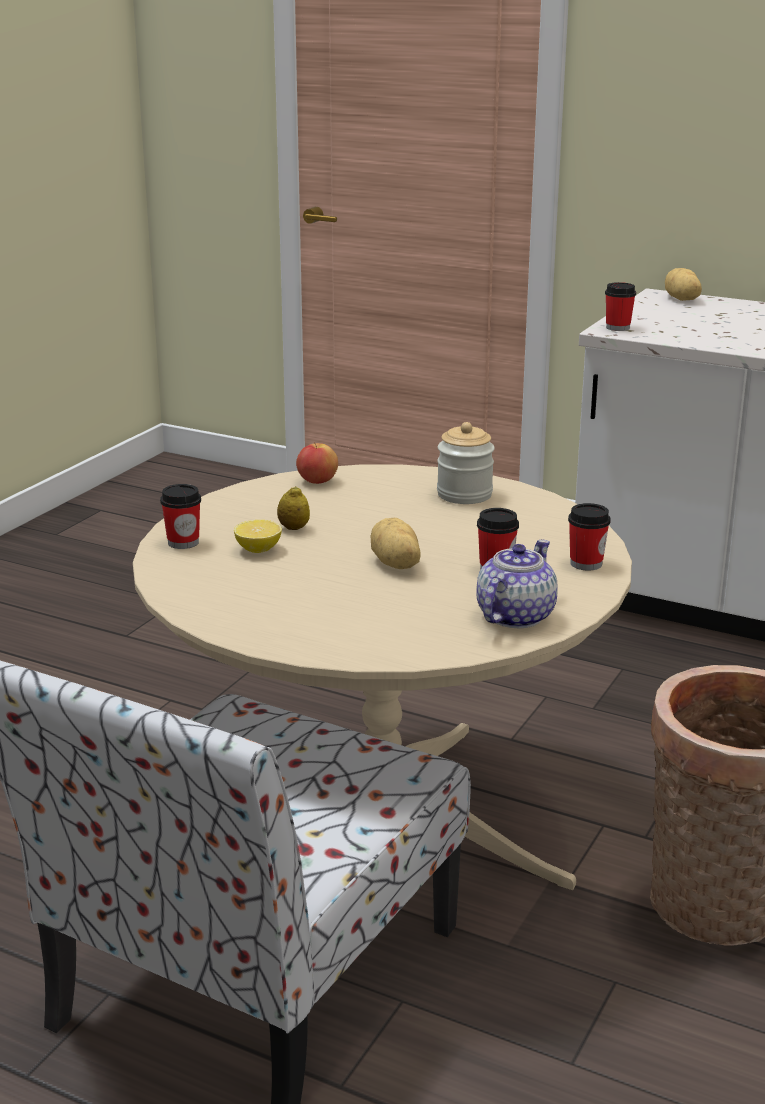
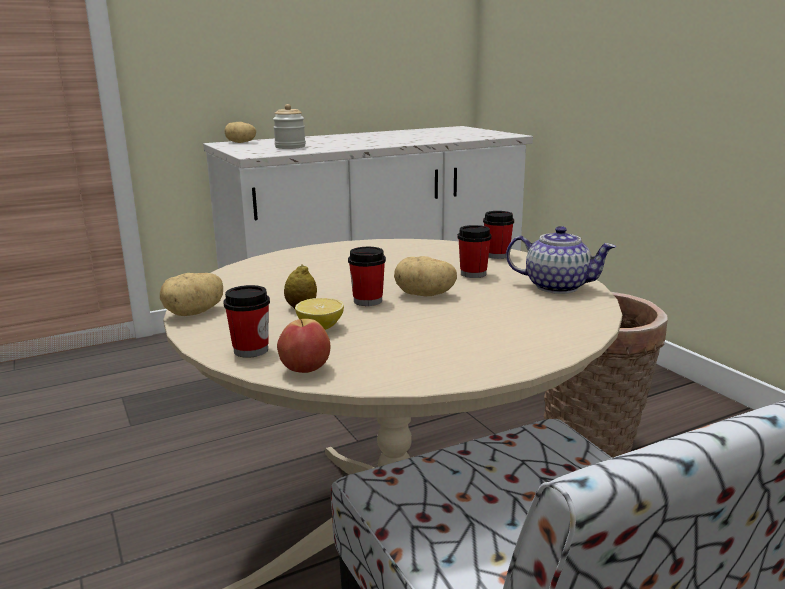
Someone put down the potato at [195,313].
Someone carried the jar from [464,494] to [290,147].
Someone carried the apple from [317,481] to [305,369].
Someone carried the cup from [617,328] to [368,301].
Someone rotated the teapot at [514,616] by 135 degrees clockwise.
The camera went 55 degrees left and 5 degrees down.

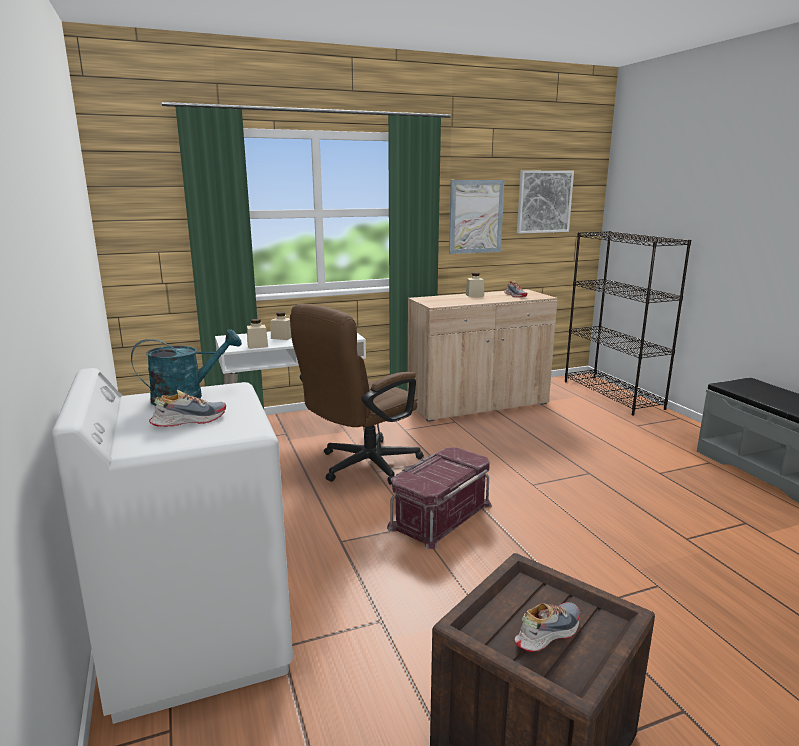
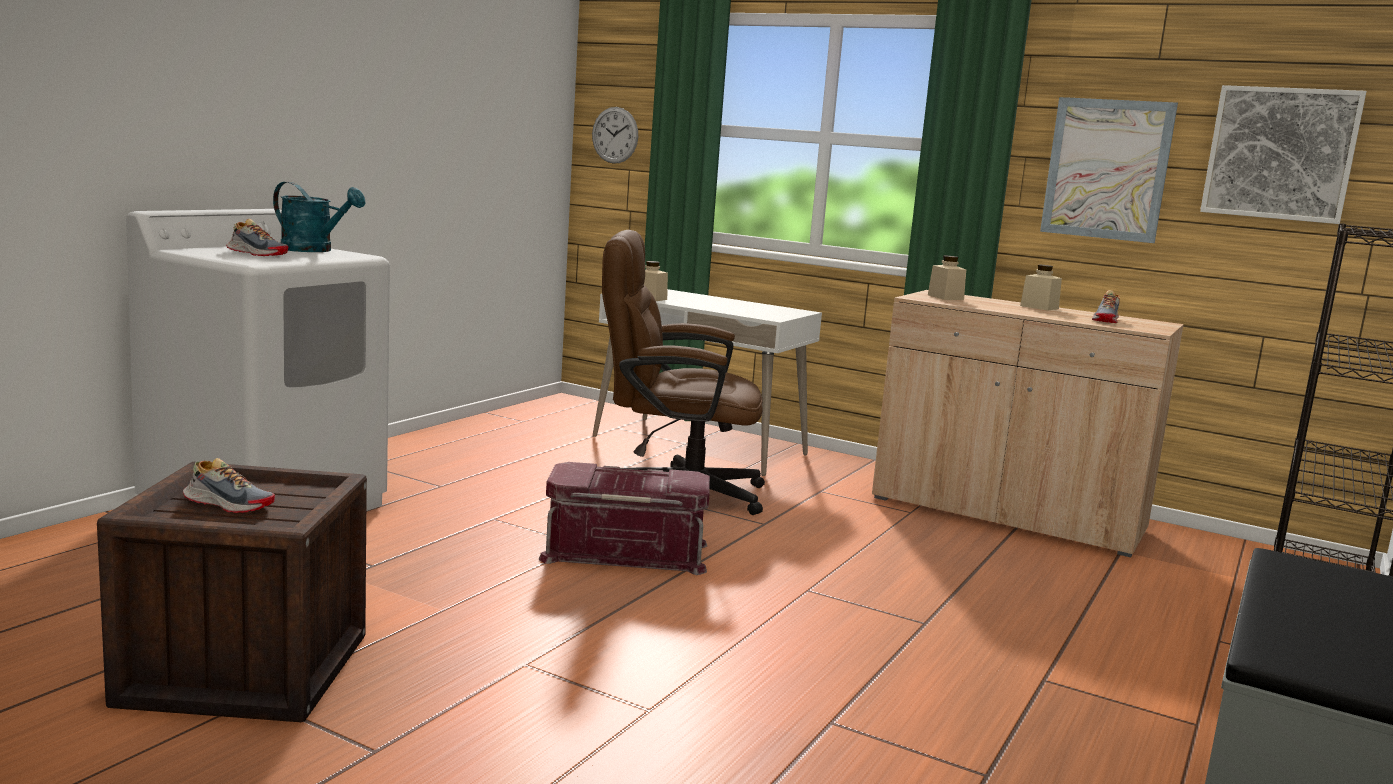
Someone put up the wall clock at [615,135].
Someone carried the beige jar from [282,337] to [945,297].
The camera went 50 degrees right and 5 degrees down.

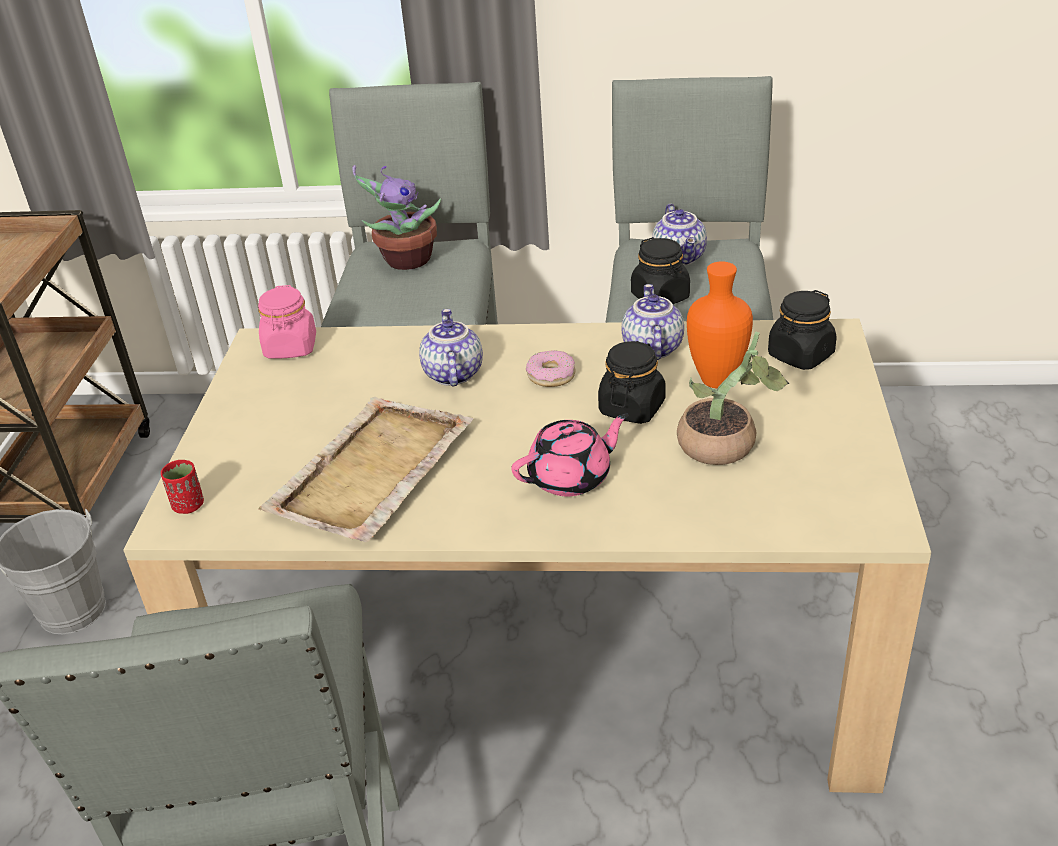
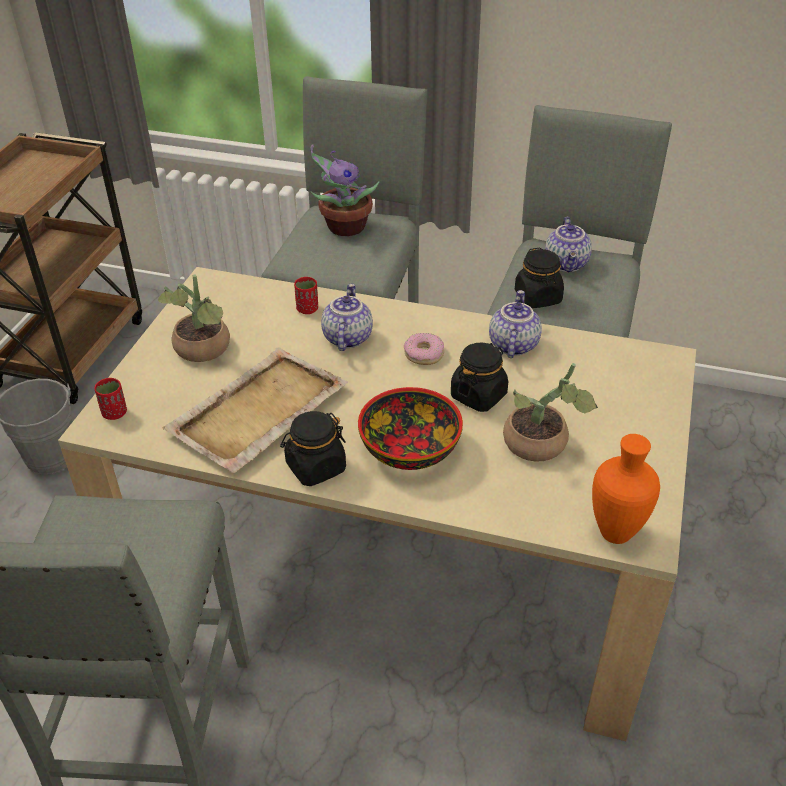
Someone put down the potted plant at [203,352].
Someone carried the black jar from [800,355] to [315,467].
Someone put down the red cup at [307,309].
Someone swapped the pink teapot at [571,477] for the bowl at [410,448].
Someone carried the orange vase from [718,381] to [617,535].
Someone took away the pink jar at [291,347].
The camera went 10 degrees right and 5 degrees up.

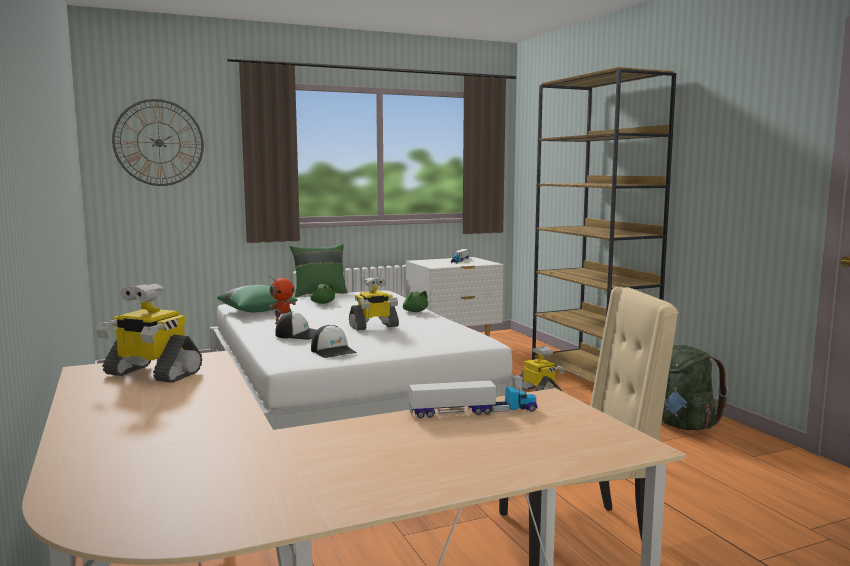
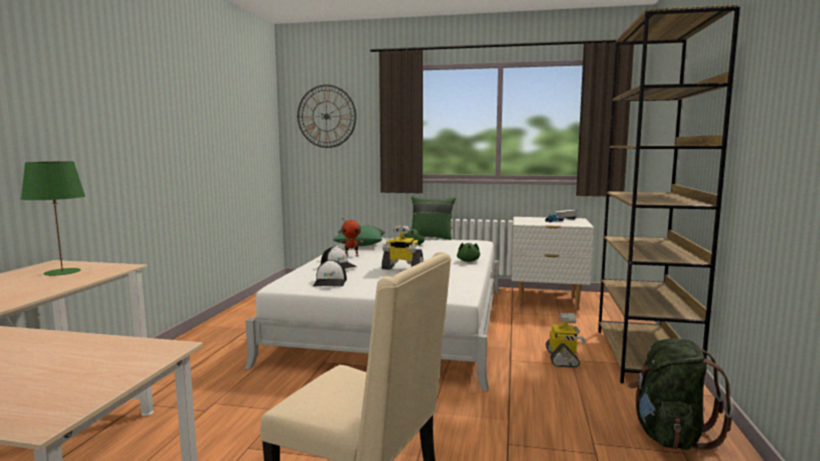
Someone swapped the toy robot at [151,374] for the green table lamp at [63,272].
Someone took away the toy truck at [473,412].
The camera went 35 degrees right and 0 degrees up.

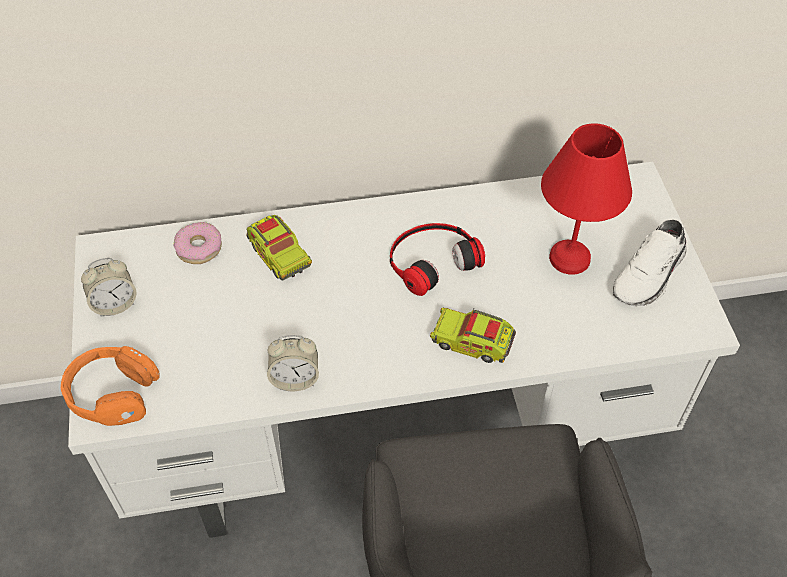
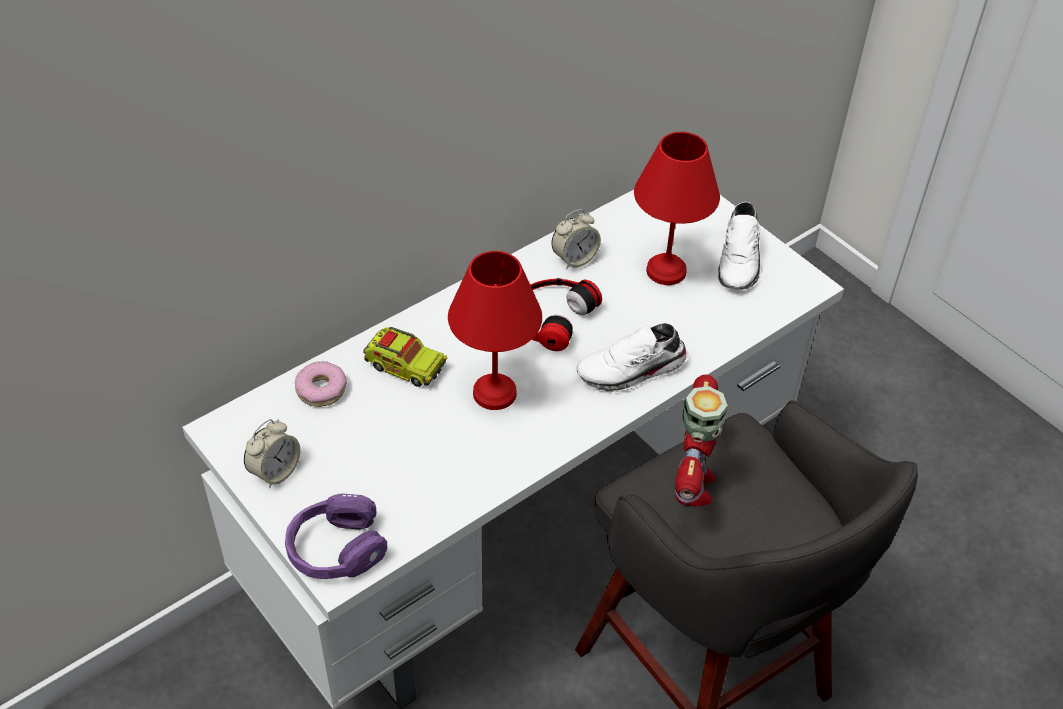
Someone repainted the orange headphones at [112,394], which became the purple headphones at [336,549].
Someone put down the red table lamp at [492,393].
Someone carried the alarm clock from [295,379] to [574,259].
Someone swapped the toy truck at [472,342] for the white shoe at [632,371].
Someone put down the toy robot at [692,486].
The camera went 30 degrees left and 5 degrees down.

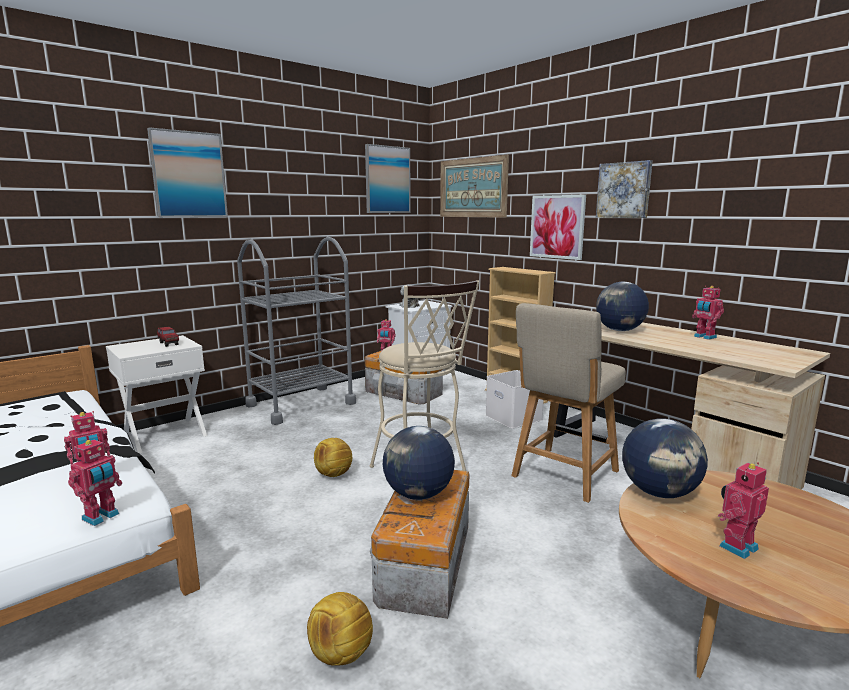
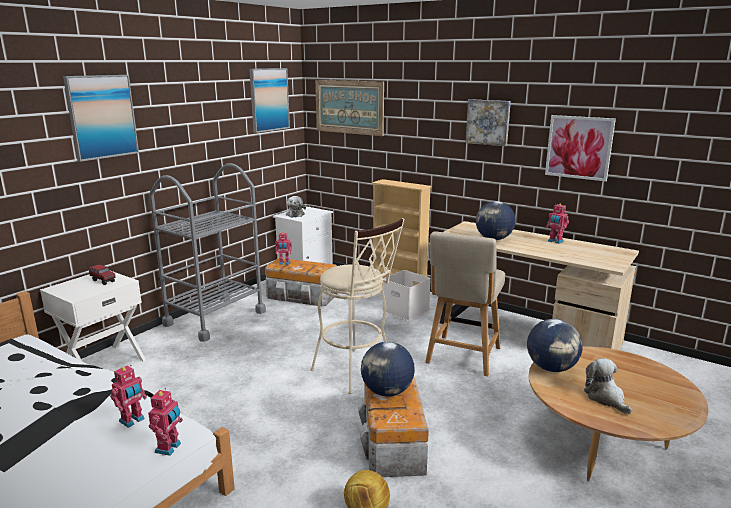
Someone carried the picture from [557,227] to [579,147].
Someone swapped the toy robot at [736,546] for the plush toy at [605,398].
Someone took away the football at [333,474].
The camera went 15 degrees left and 5 degrees up.

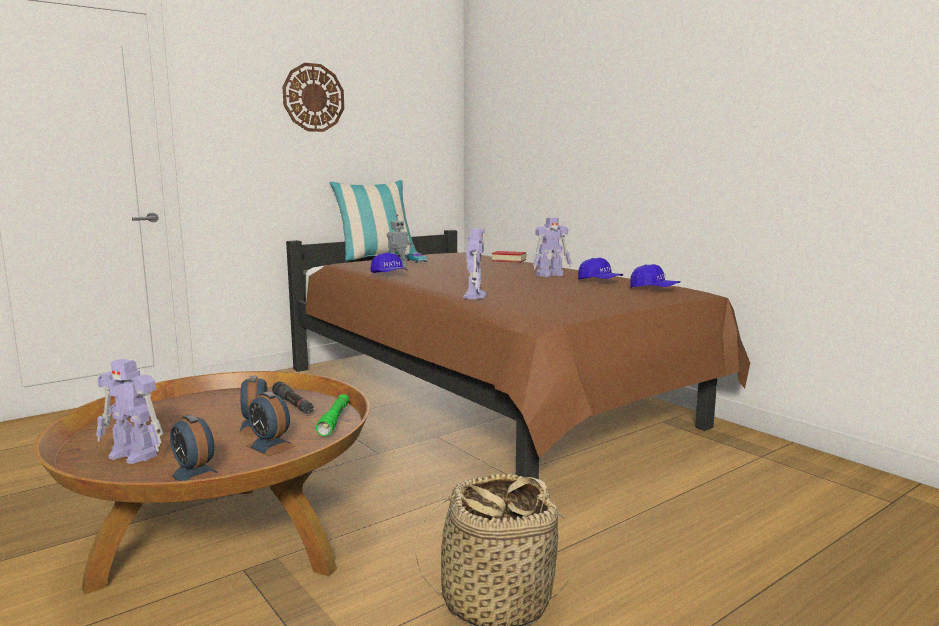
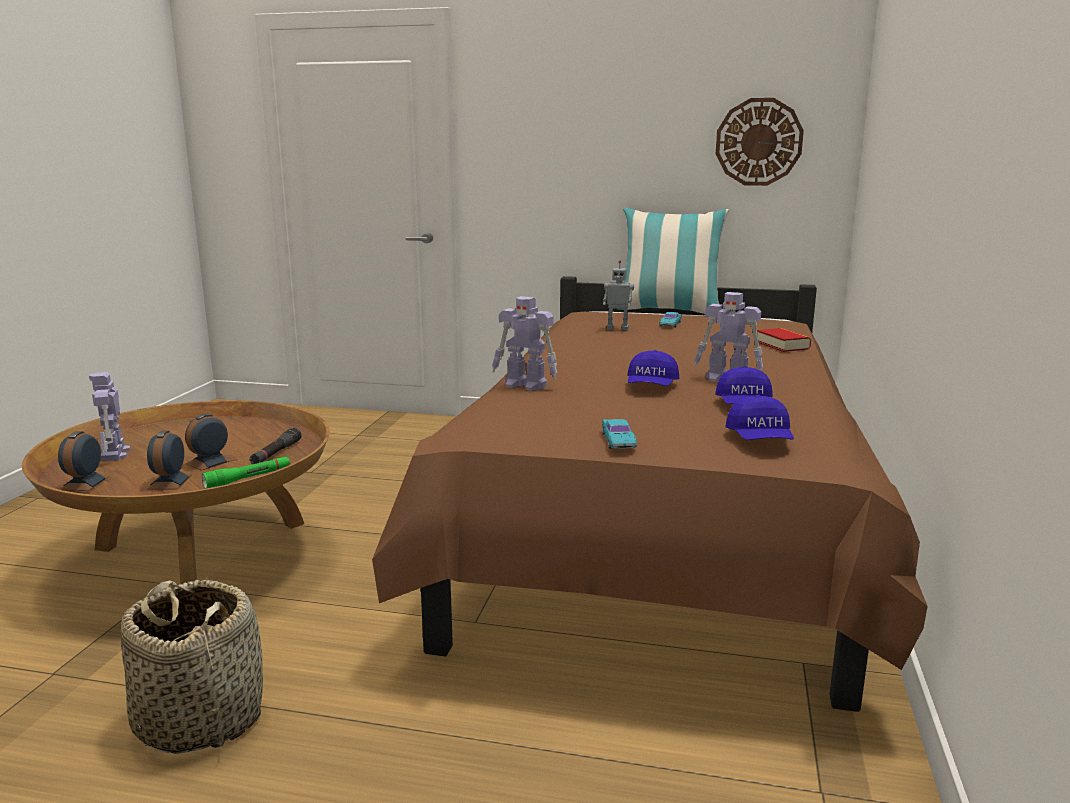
Someone rotated the toy robot at [475,296] by 60 degrees clockwise.
Someone put down the turquoise toy car at [618,440].
Someone carried the blue cap from [389,275] to [651,386].
Someone carried the wall clock from [313,97] to [758,142].
The camera went 50 degrees right and 5 degrees up.

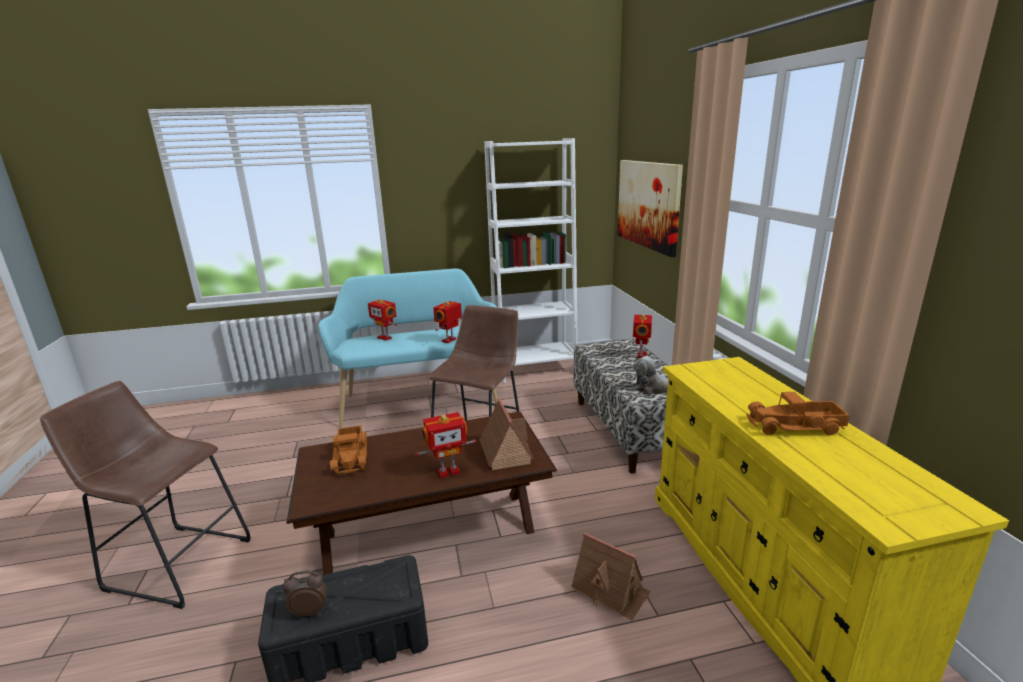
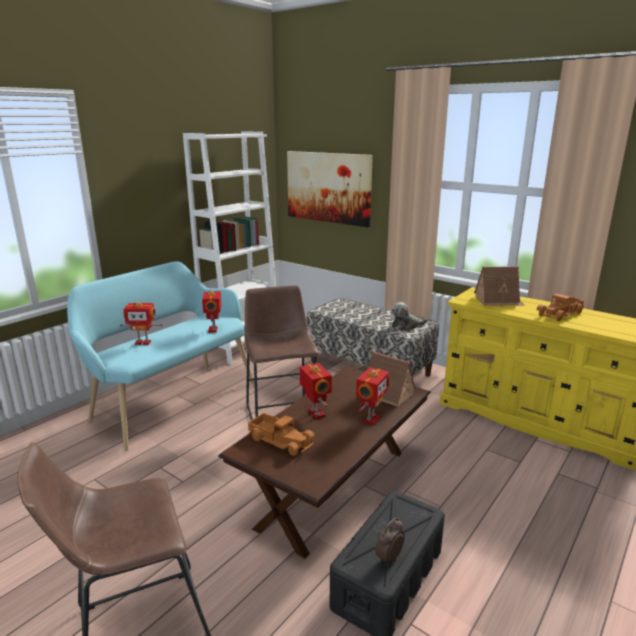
Someone carried the toy robot from [641,355] to [315,414].
Someone carried the toy house from [610,590] to [498,301].
The camera went 40 degrees left and 0 degrees up.

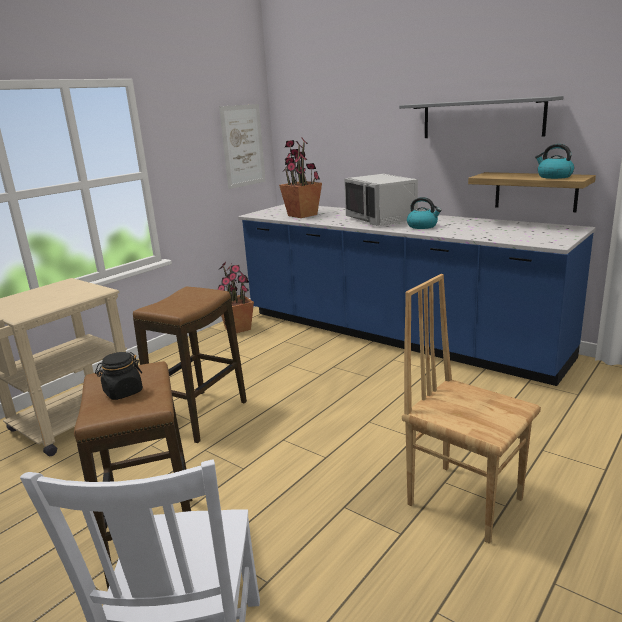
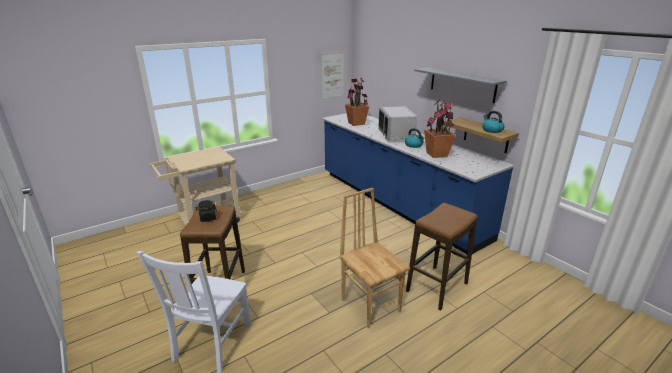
Someone carried the stool from [200,416] to [437,287].
Someone carried the potted plant from [238,328] to [437,154].
The camera went 15 degrees right and 5 degrees up.

